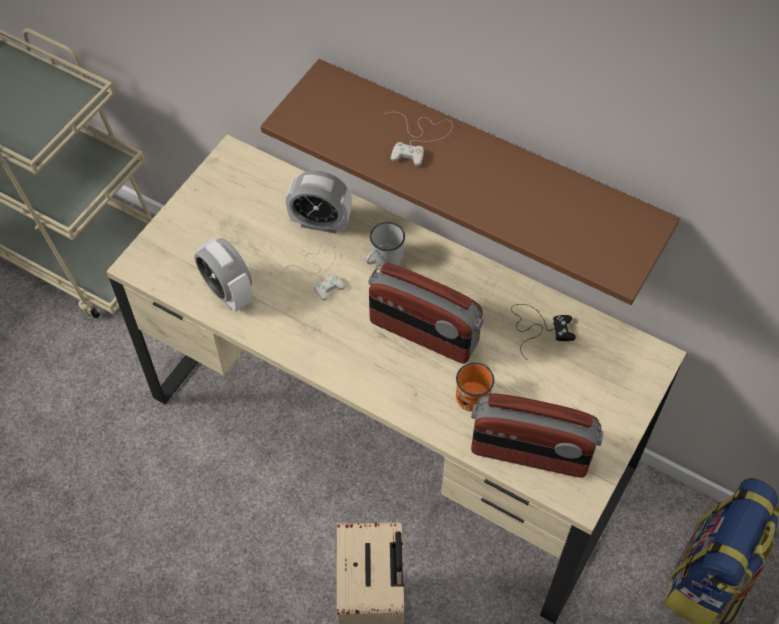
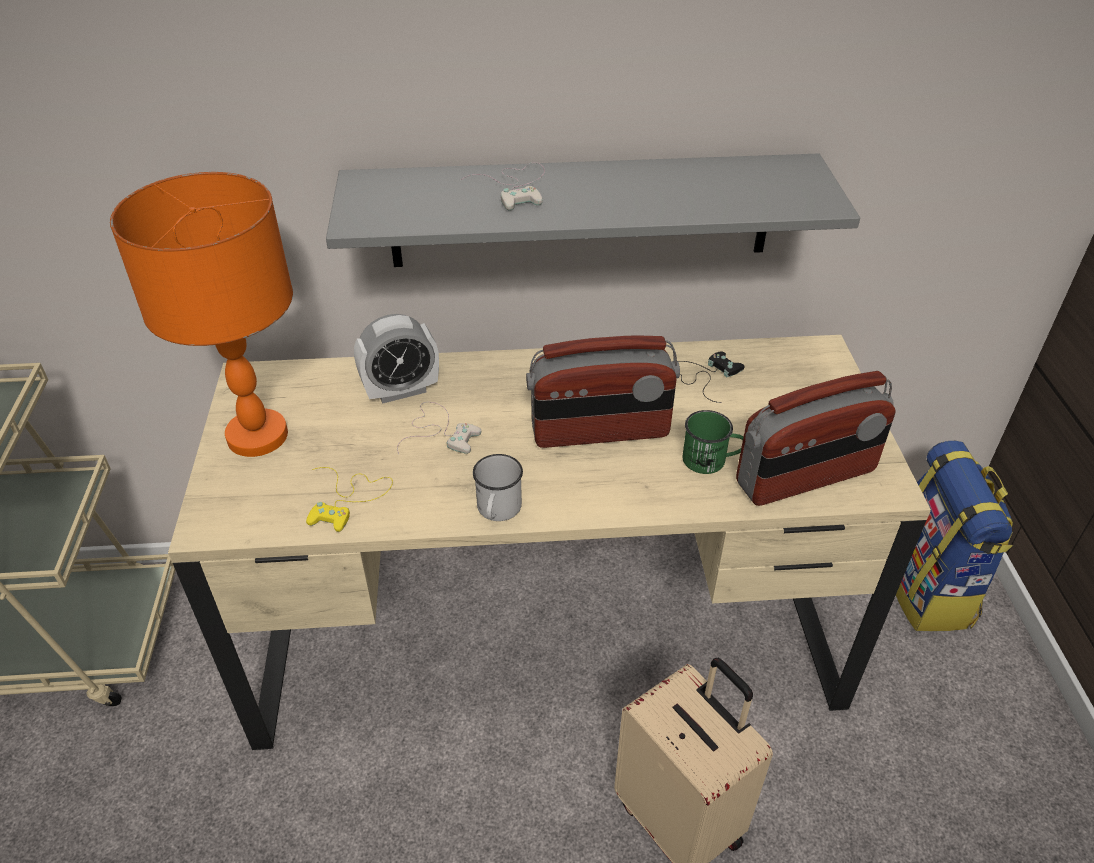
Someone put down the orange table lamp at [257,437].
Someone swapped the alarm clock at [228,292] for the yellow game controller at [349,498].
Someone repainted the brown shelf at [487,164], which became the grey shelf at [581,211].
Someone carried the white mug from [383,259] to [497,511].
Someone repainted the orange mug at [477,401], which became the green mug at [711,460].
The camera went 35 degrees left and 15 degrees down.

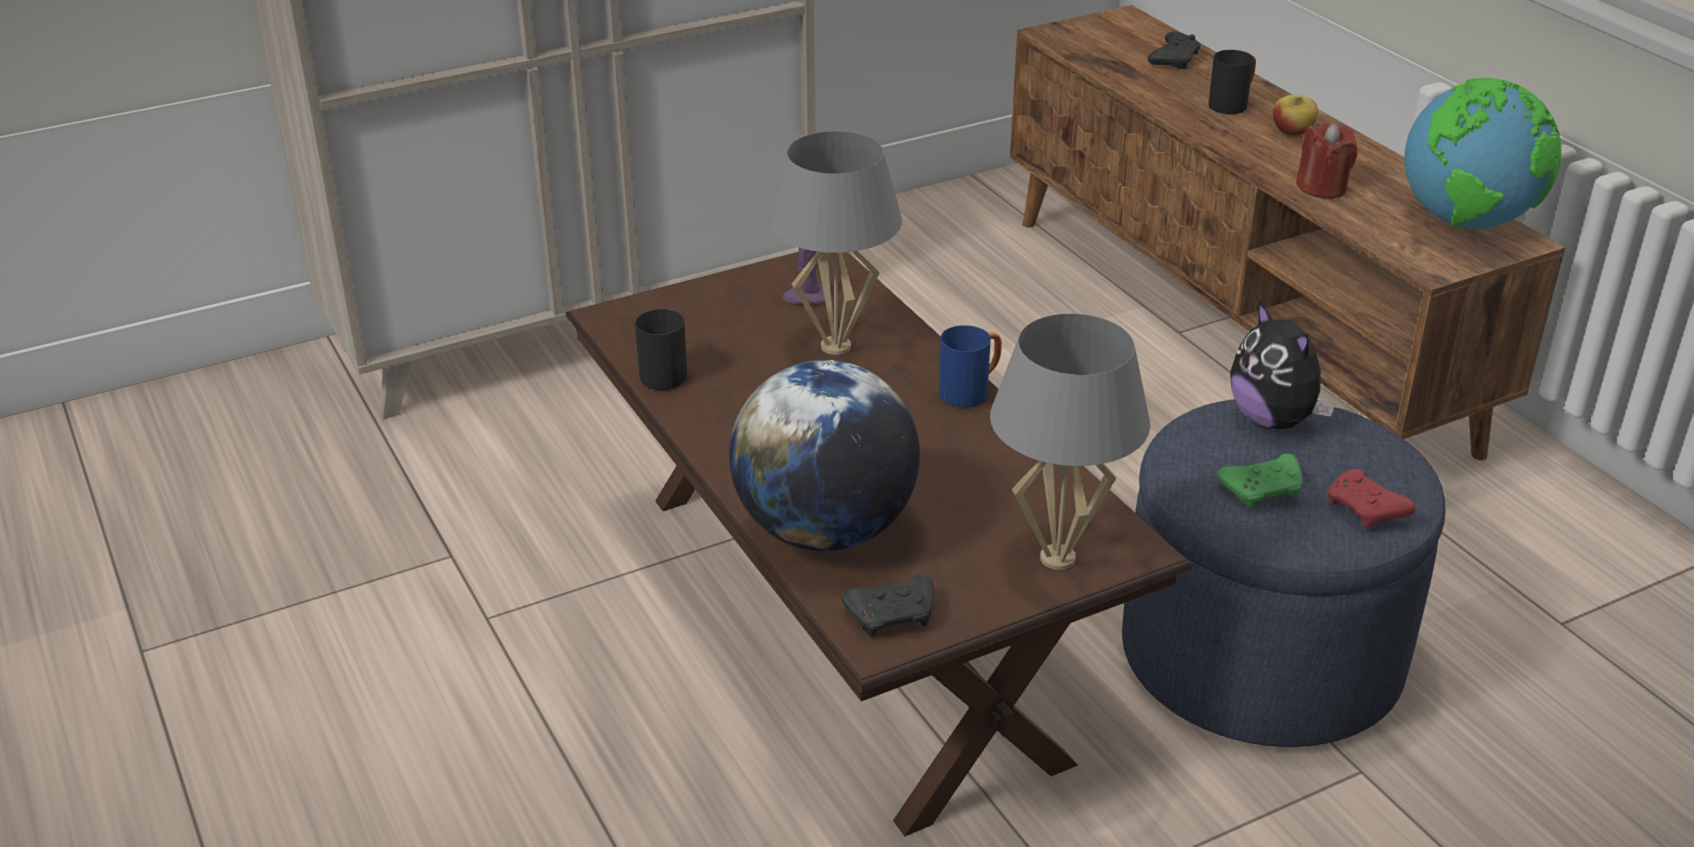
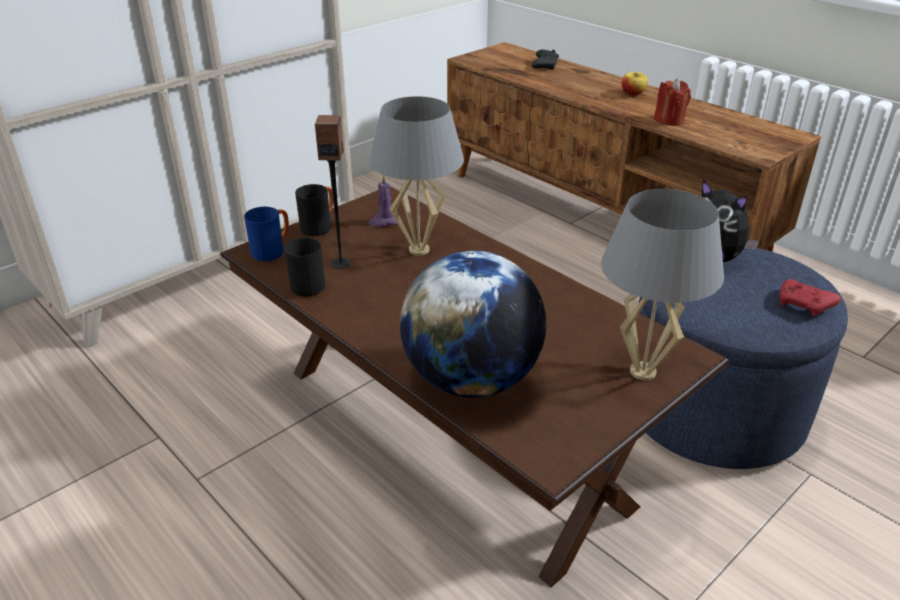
Someone carried the blue mug from [971,391] to [272,251].
Someone carried the black mug from [1232,104] to [320,226].
Someone put down the speaker at [341,263].
Someone took away the black game controller at [893,616].
Someone took away the green game controller at [1263,491].
Someone took away the globe at [1467,223].
The camera went 15 degrees left and 0 degrees up.

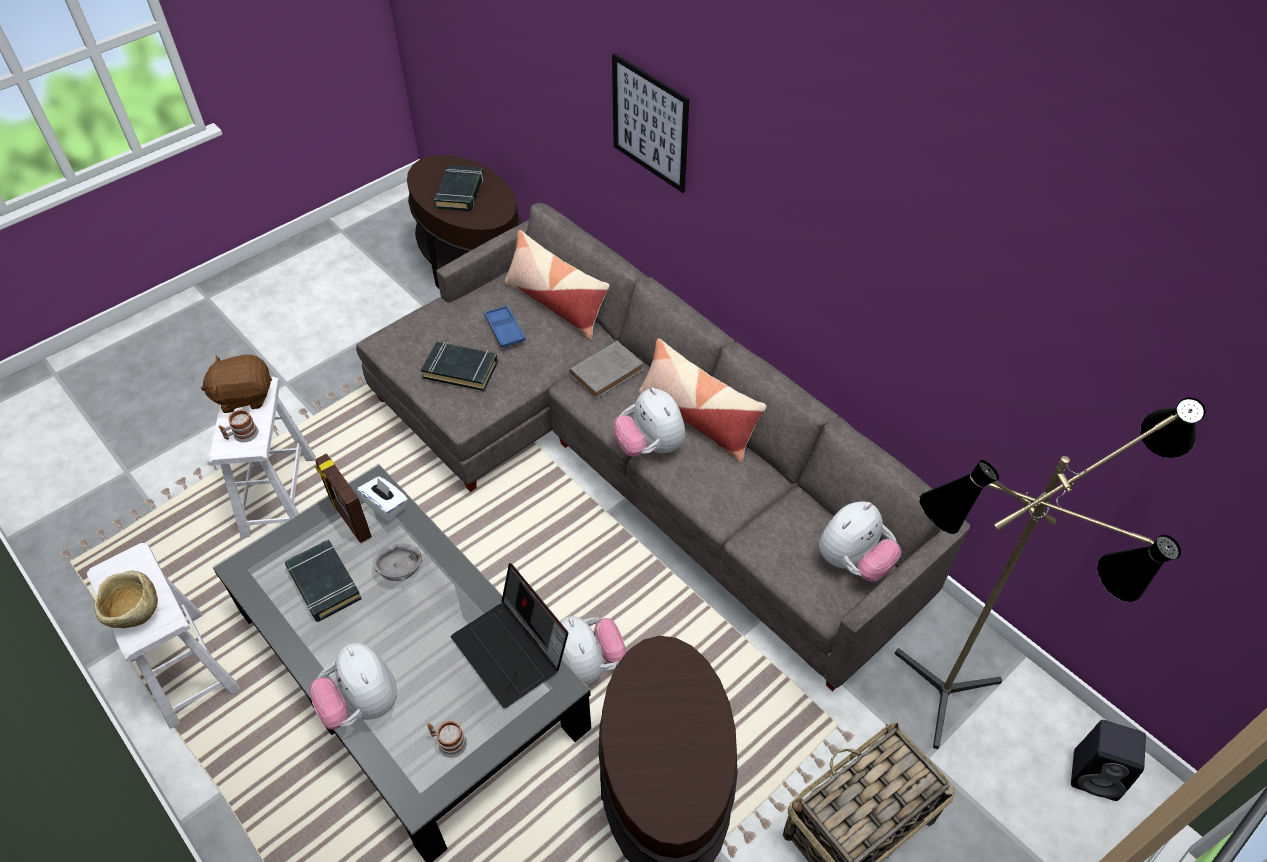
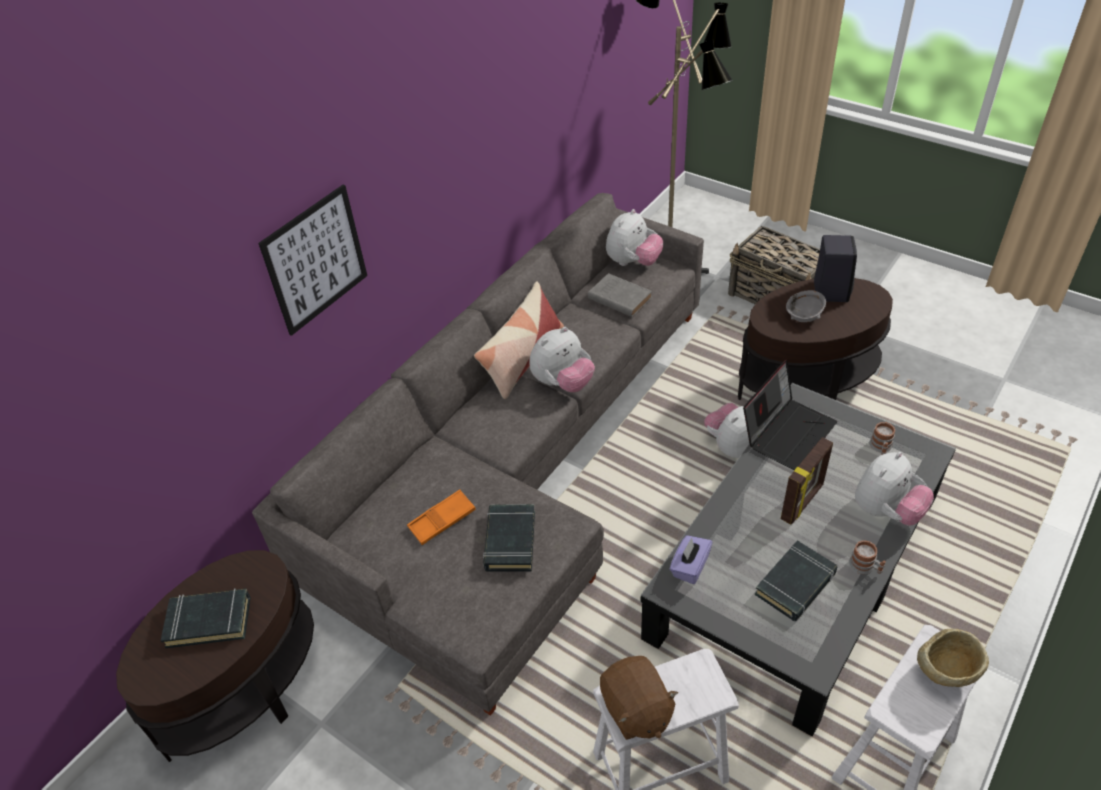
Someone repainted the blue tray at [505,329], which became the orange tray at [442,520].
Someone carried the grey book from [608,371] to [618,298].
Someone rotated the plush toy at [853,562] by 90 degrees clockwise.
Someone repainted the white tissue box at [386,506], which became the purple tissue box at [689,567].
Someone carried the picture frame from [350,519] to [803,502].
Someone carried the grey bowl from [400,570] to [804,315].
Someone carried the black speaker from [1097,775] to [830,290].
Someone carried the mug from [242,435] to [865,567].
Someone took away the pillow at [556,303].
The camera went 100 degrees left and 5 degrees down.

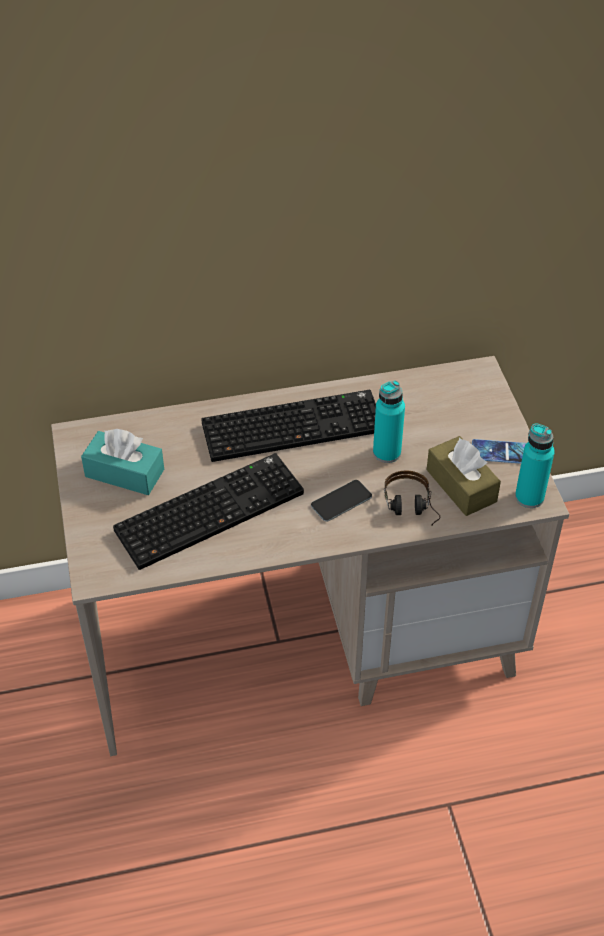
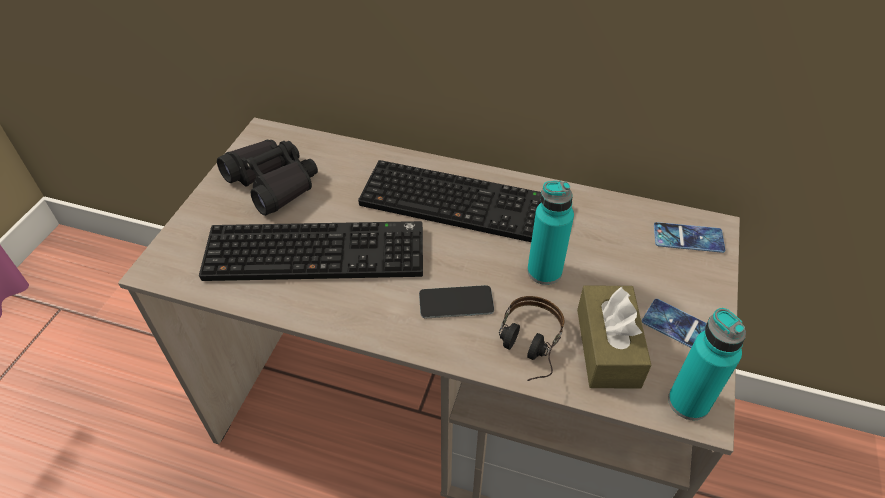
Someone swapped the turquoise tissue box at [124,473] for the black binoculars at [273,183].
Someone put down the phone at [688,238].
The camera went 30 degrees right and 0 degrees up.

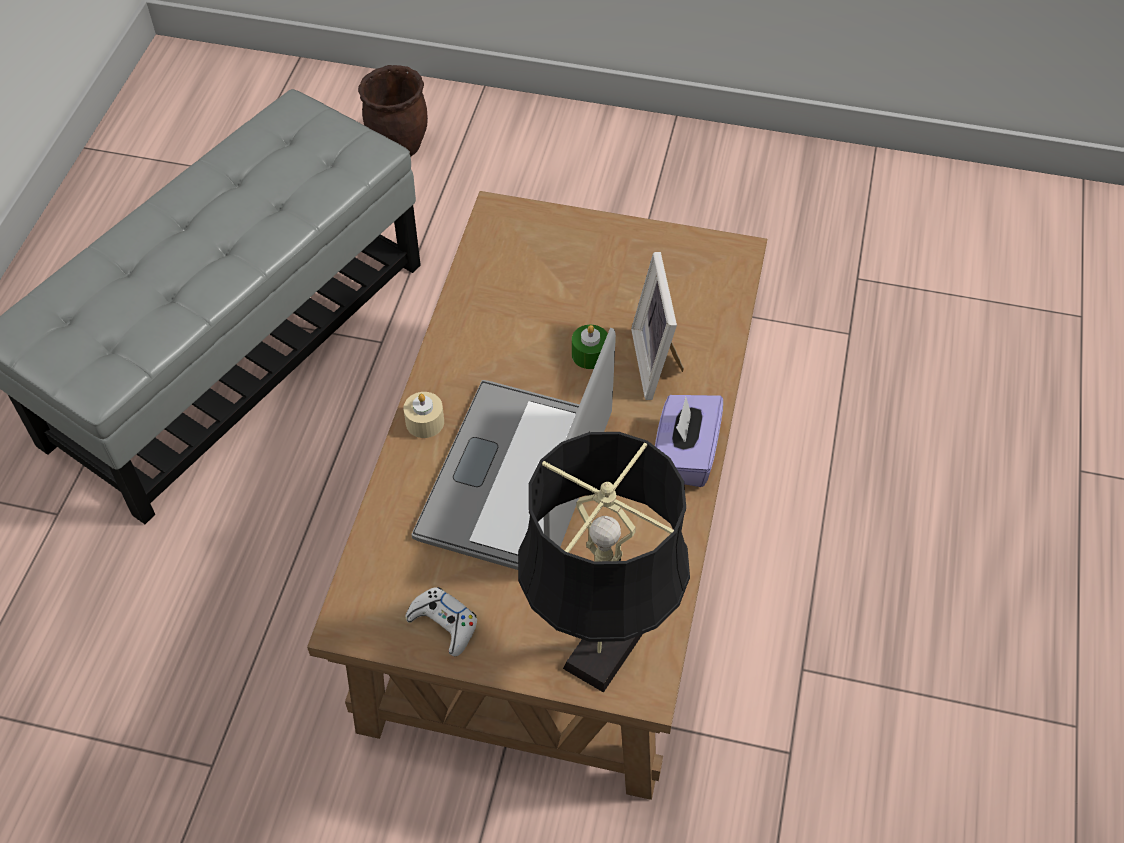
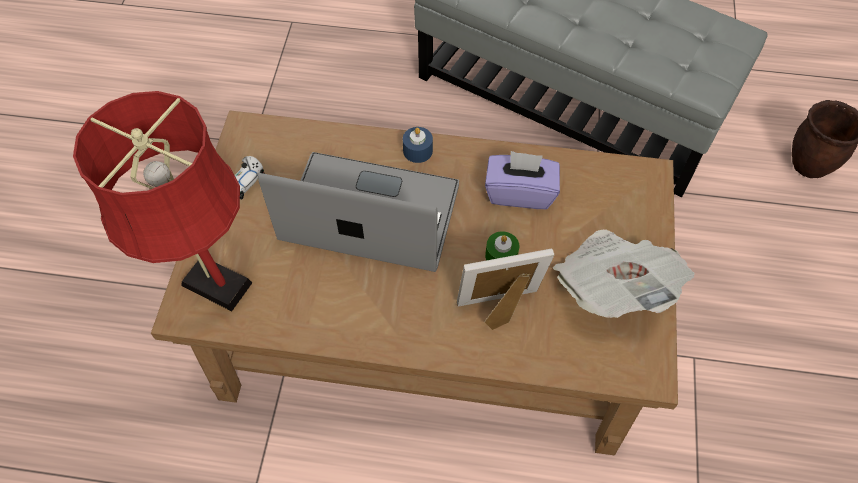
Someone repainted the black table lamp at [599,656], which became the red table lamp at [211,281].
Someone repainted the beige candle at [425,422], which became the blue candle at [417,150].
Someone carried the purple tissue box from [685,455] to [520,192].
Someone put down the newspaper at [613,286].
The camera went 85 degrees right and 5 degrees up.

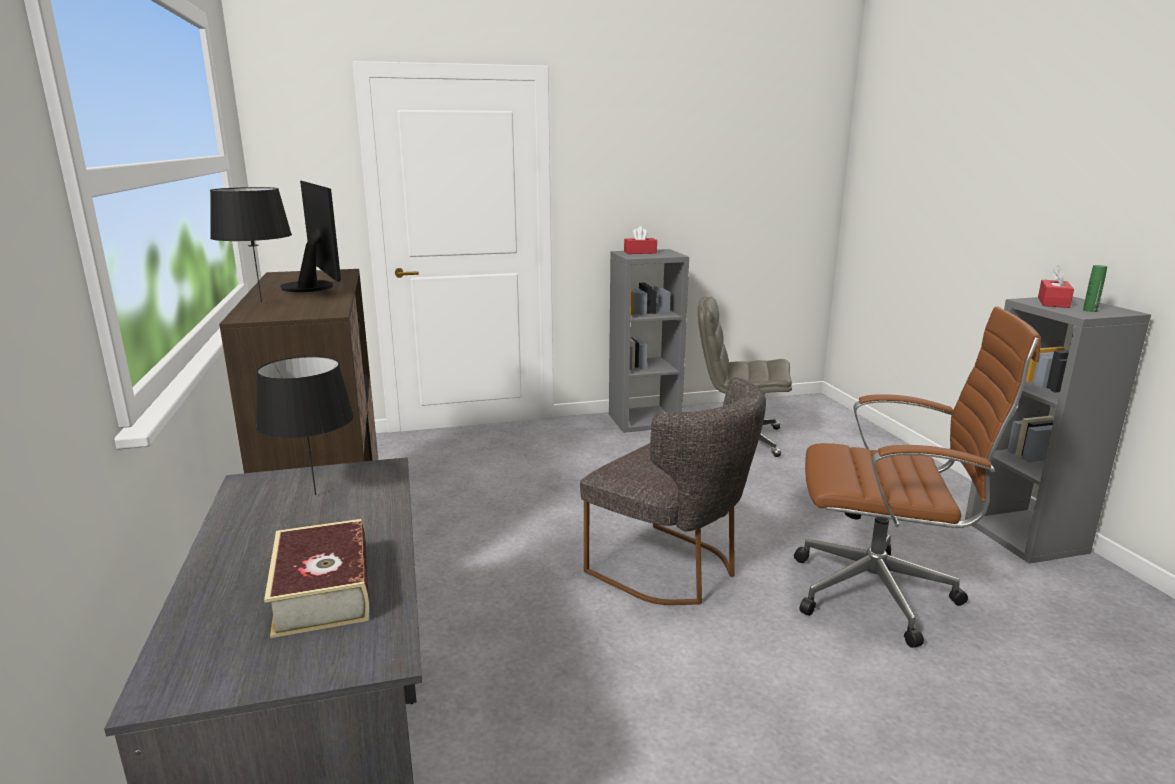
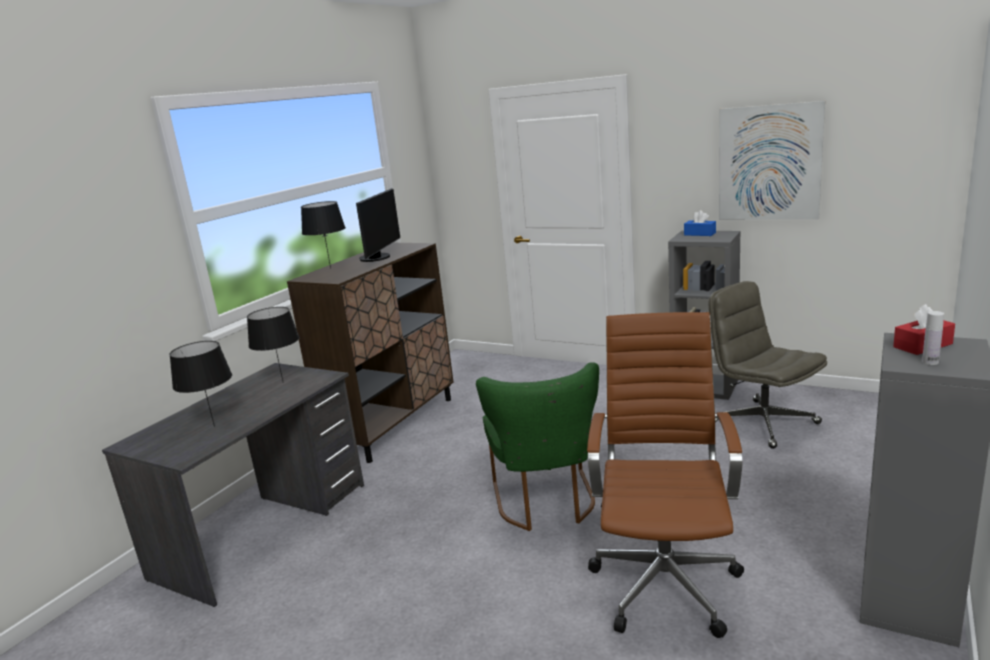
Someone swapped the book at [323,590] for the black table lamp at [213,426].
Someone repainted the grey chair at [672,570], which became the green chair at [546,503].
Someone rotated the brown office chair at [881,595] by 135 degrees counterclockwise.
Someone repainted the red tissue box at [640,252], which became the blue tissue box at [700,234].
Someone put up the picture at [769,163].
Someone repainted the green bottle at [1090,310], which became the white bottle at [930,362].
The camera went 45 degrees right and 0 degrees up.

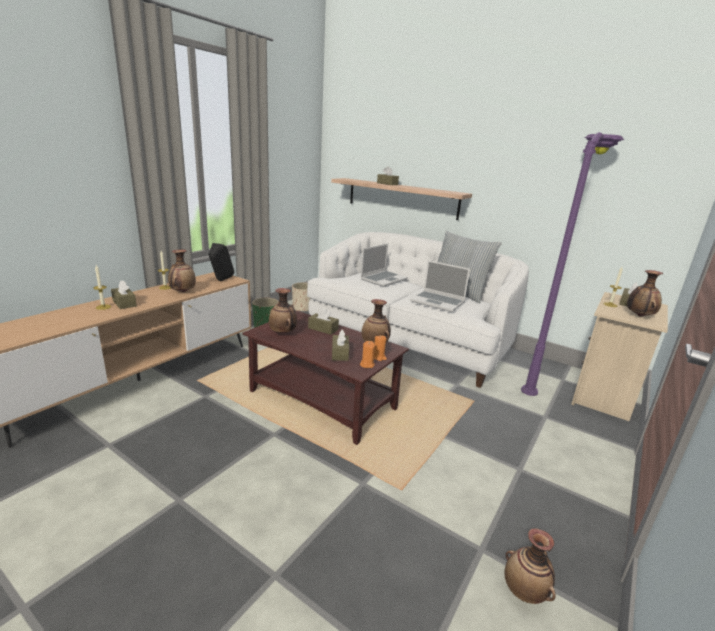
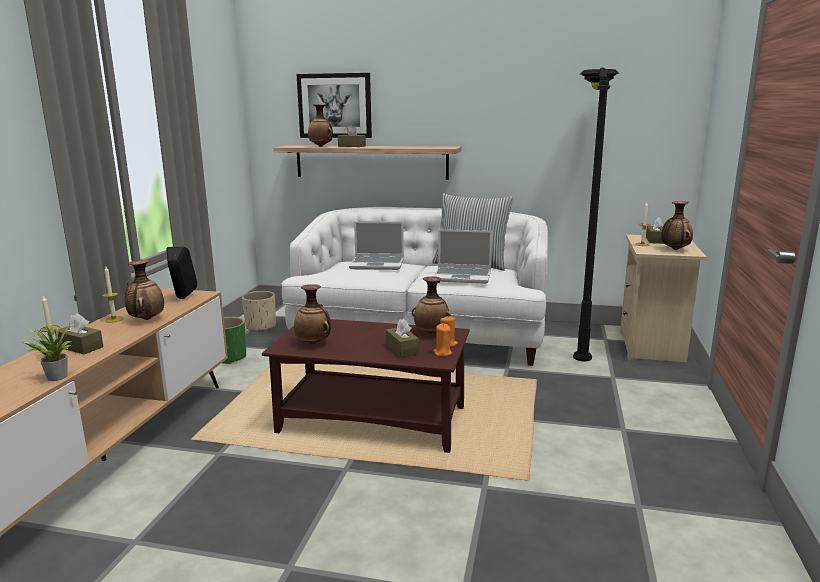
Someone put down the potted plant at [55,376].
Someone put up the picture at [335,106].
Someone carried the vase from [524,591] to [321,146].
Someone rotated the laptop at [383,279] by 75 degrees clockwise.
Someone repainted the purple floor lamp at [540,372], which became the black floor lamp at [580,337].
Someone took away the brown tissue box at [323,329].
The camera went 20 degrees left and 5 degrees down.

